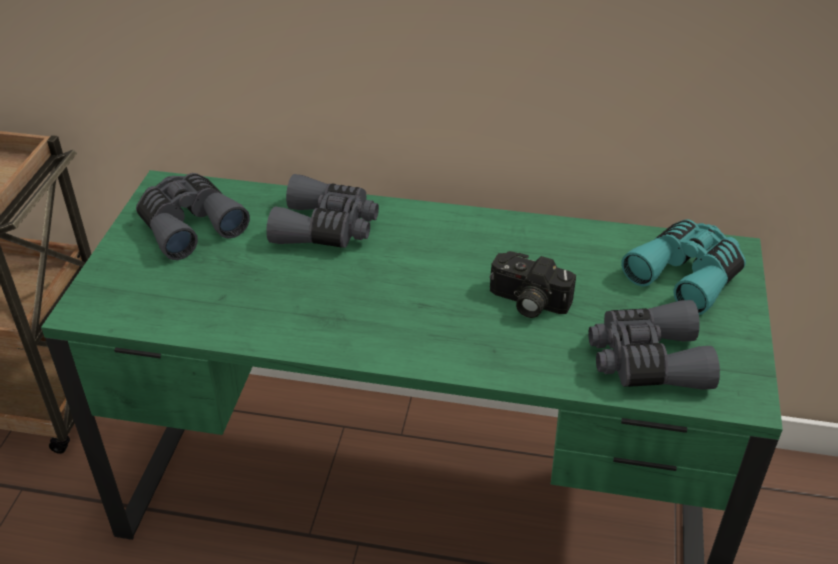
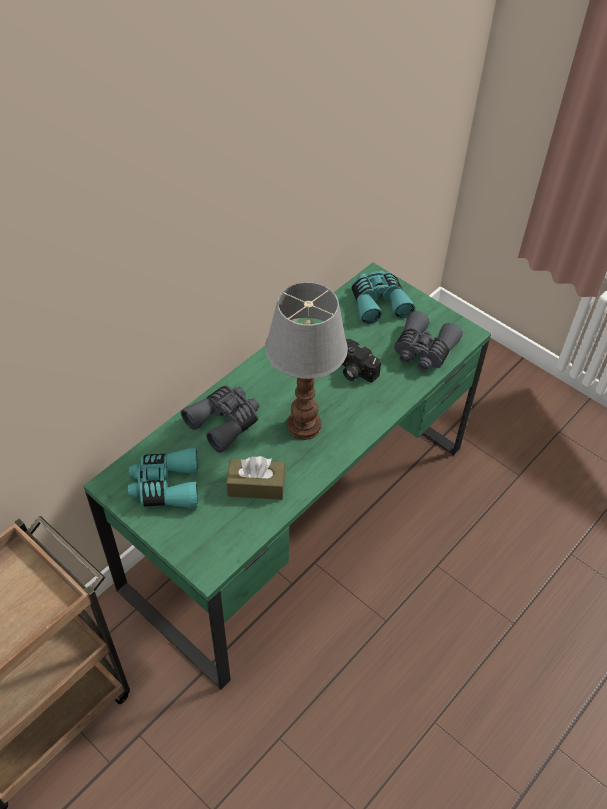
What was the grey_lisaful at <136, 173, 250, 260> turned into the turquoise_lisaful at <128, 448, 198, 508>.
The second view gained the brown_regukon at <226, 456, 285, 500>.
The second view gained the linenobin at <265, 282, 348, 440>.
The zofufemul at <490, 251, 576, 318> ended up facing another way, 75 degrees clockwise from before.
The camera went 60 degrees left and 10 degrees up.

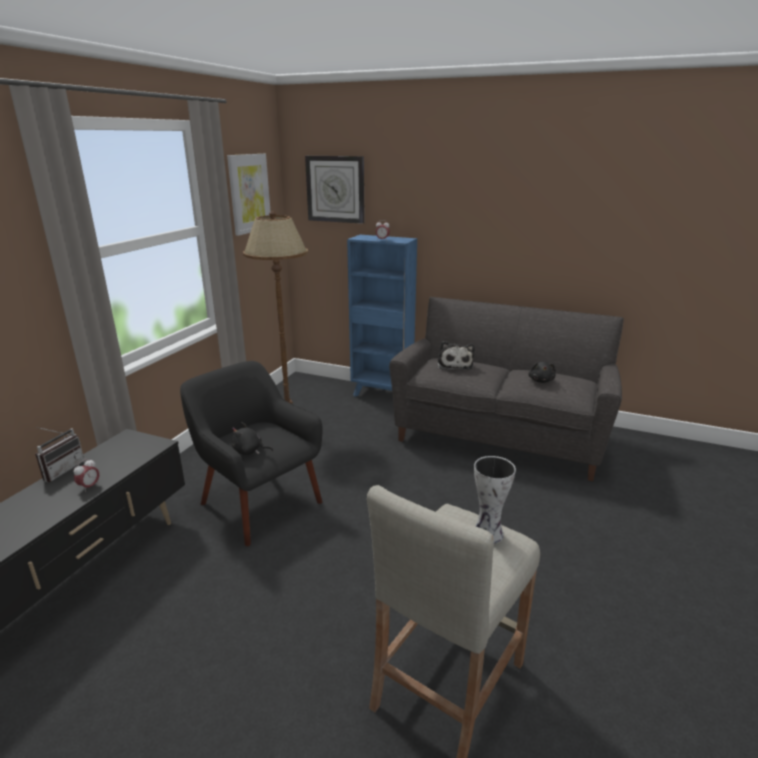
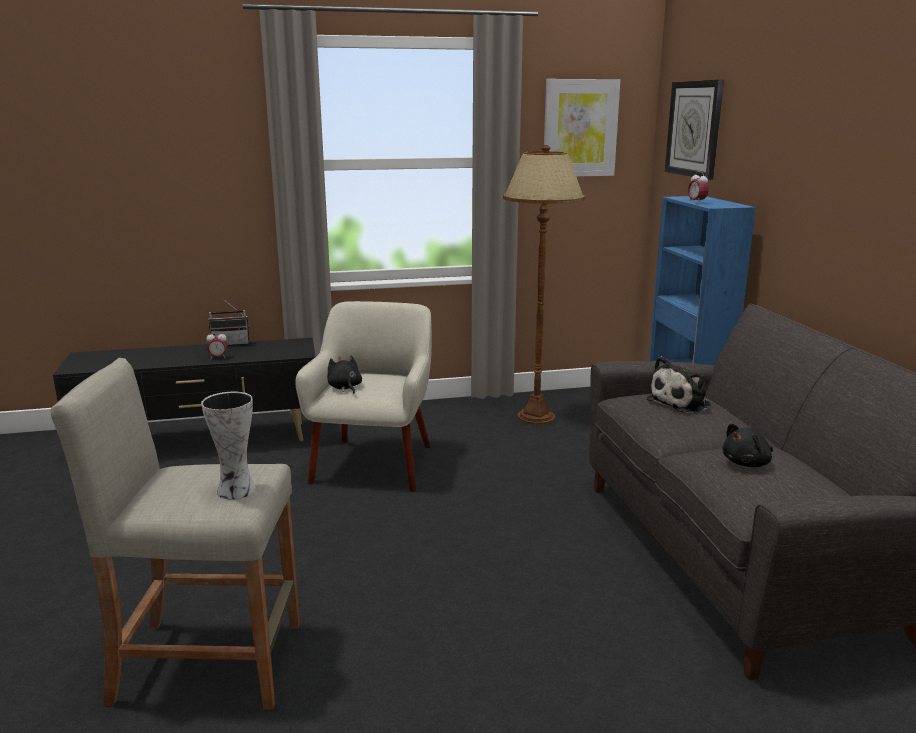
What was the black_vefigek at <180, 361, 323, 546> turned into the beige_vefigek at <295, 301, 432, 492>.
The camera went 55 degrees right and 5 degrees down.

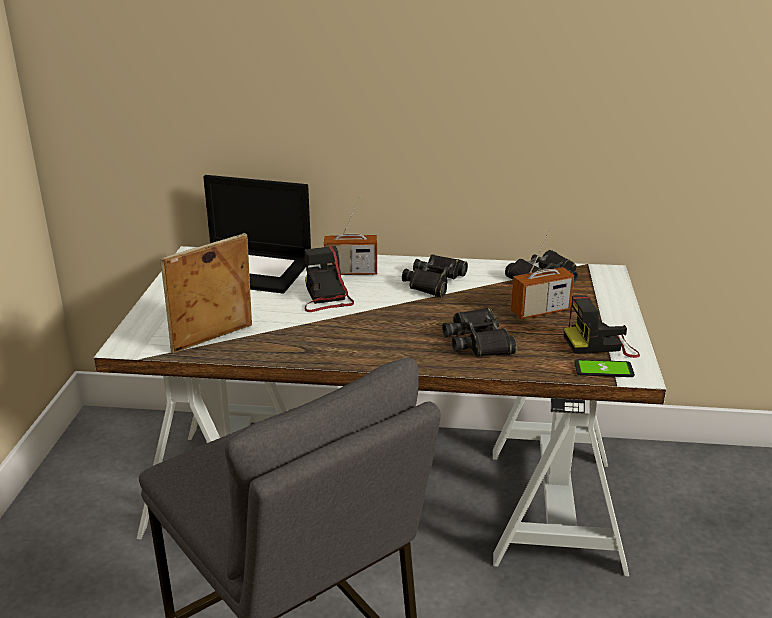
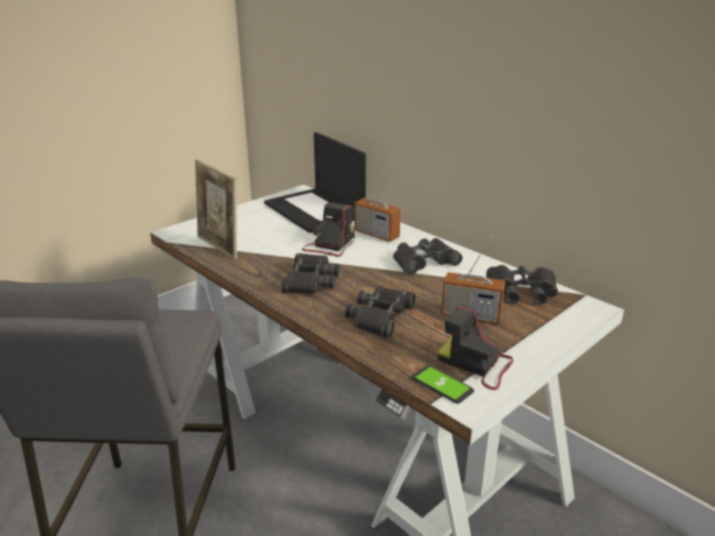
The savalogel at <160, 233, 252, 353> ended up facing another way, 135 degrees counterclockwise from before.
The second view gained the black_lisaful at <281, 253, 340, 293>.
The camera went 40 degrees right and 0 degrees up.

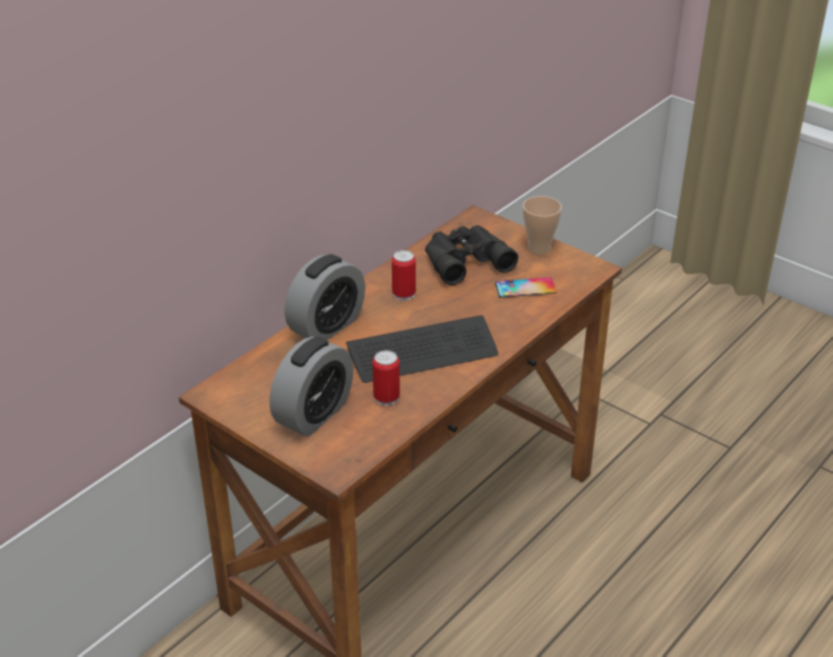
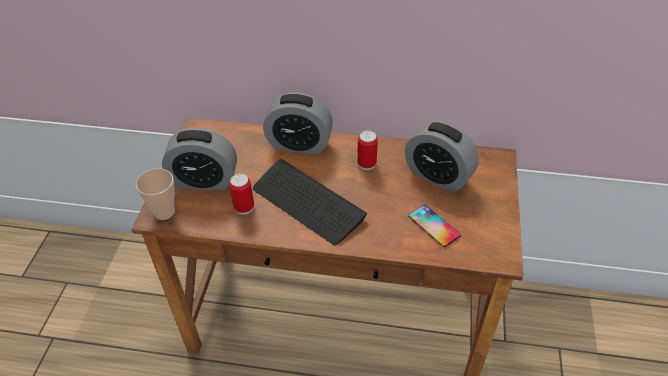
The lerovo ended up elsewhere, having gone from <523, 196, 562, 254> to <136, 168, 175, 220>.
Where the black_lisaful stood at <425, 225, 518, 285>, the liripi came to stand at <405, 121, 479, 192>.
The camera went 60 degrees right and 10 degrees up.

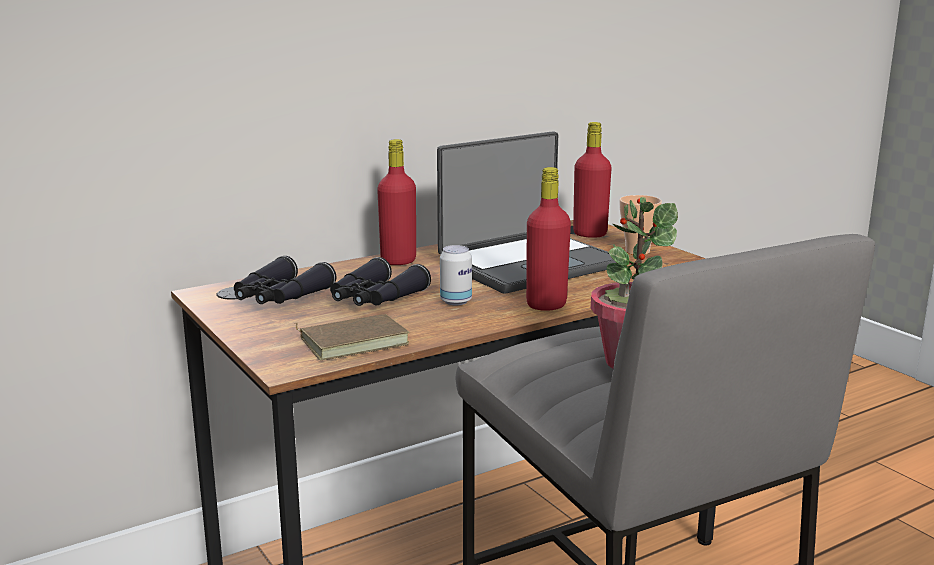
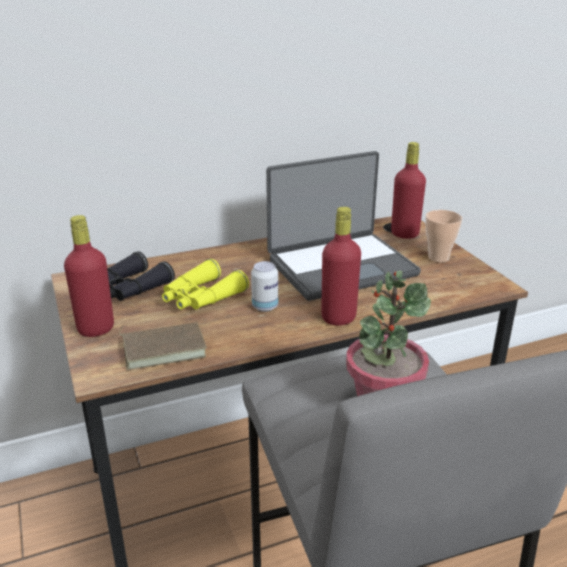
The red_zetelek ended up elsewhere, having gone from <377, 139, 416, 265> to <64, 215, 114, 337>.
What was the black_lisaful at <330, 257, 431, 306> turned into the yellow_lisaful at <162, 259, 249, 310>.
The camera went 10 degrees right and 10 degrees up.

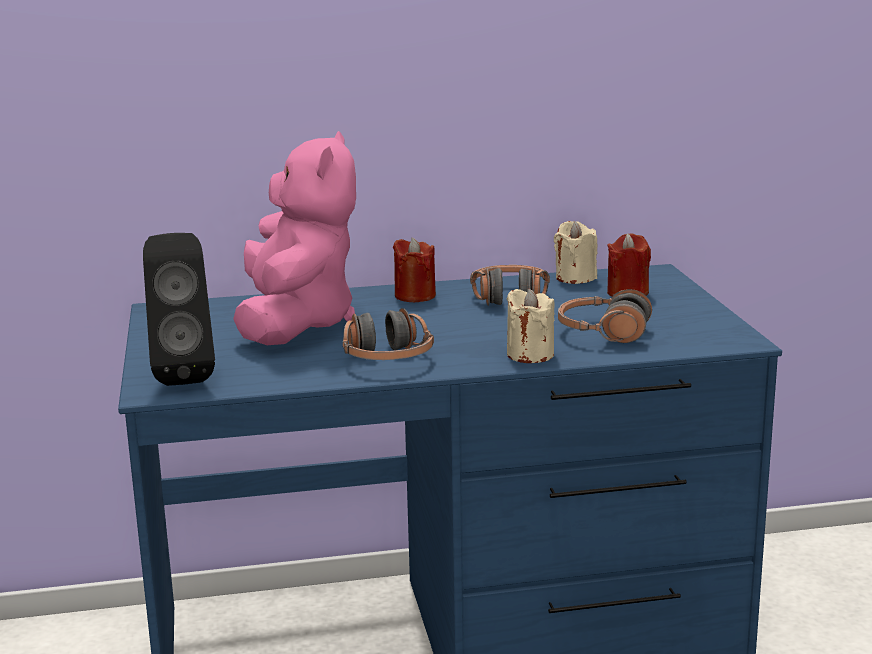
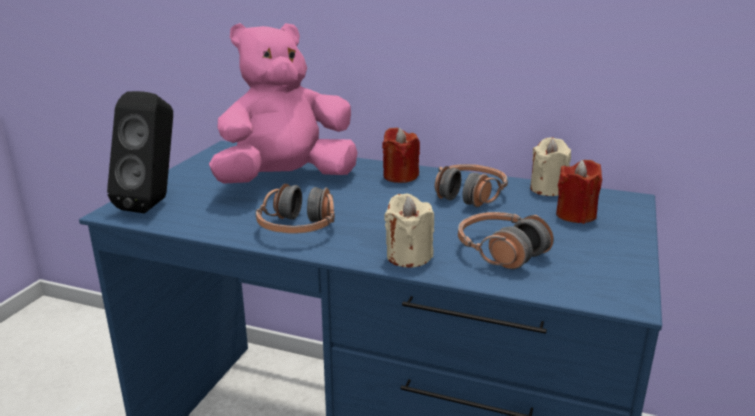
The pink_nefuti at <233, 131, 356, 345> ended up facing another way, 150 degrees counterclockwise from before.
The camera went 30 degrees right and 5 degrees up.

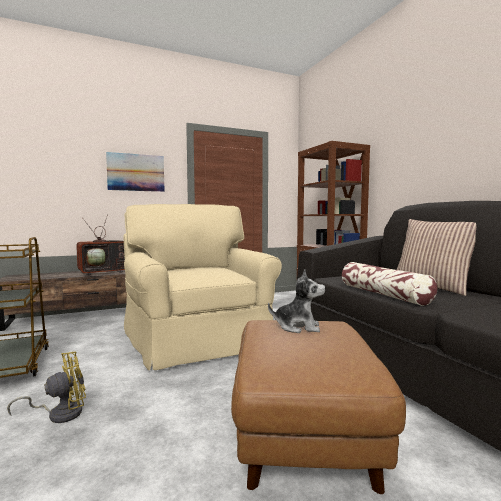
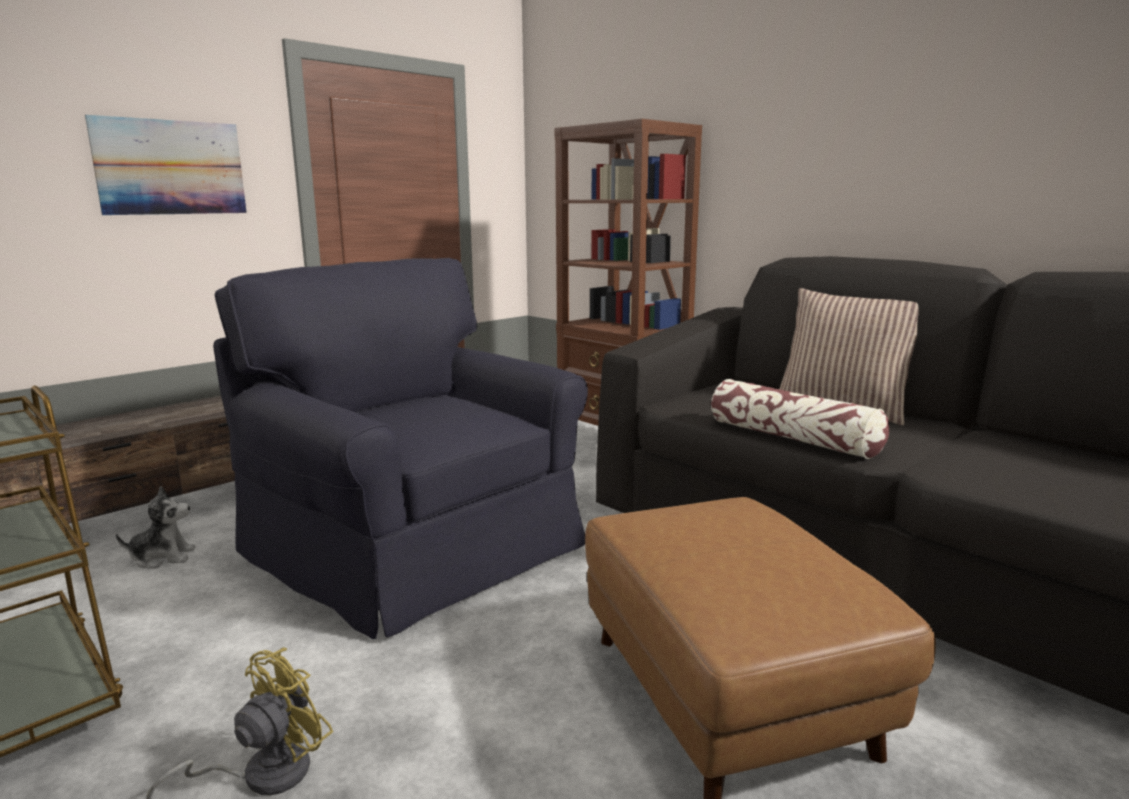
The nefuti ended up elsewhere, having gone from <268, 269, 325, 333> to <116, 486, 196, 569>.
What was the beige_vefigek at <123, 204, 282, 370> turned into the black_vefigek at <213, 258, 588, 639>.
The second view lost the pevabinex at <76, 217, 125, 275>.
The camera went 20 degrees left and 10 degrees up.

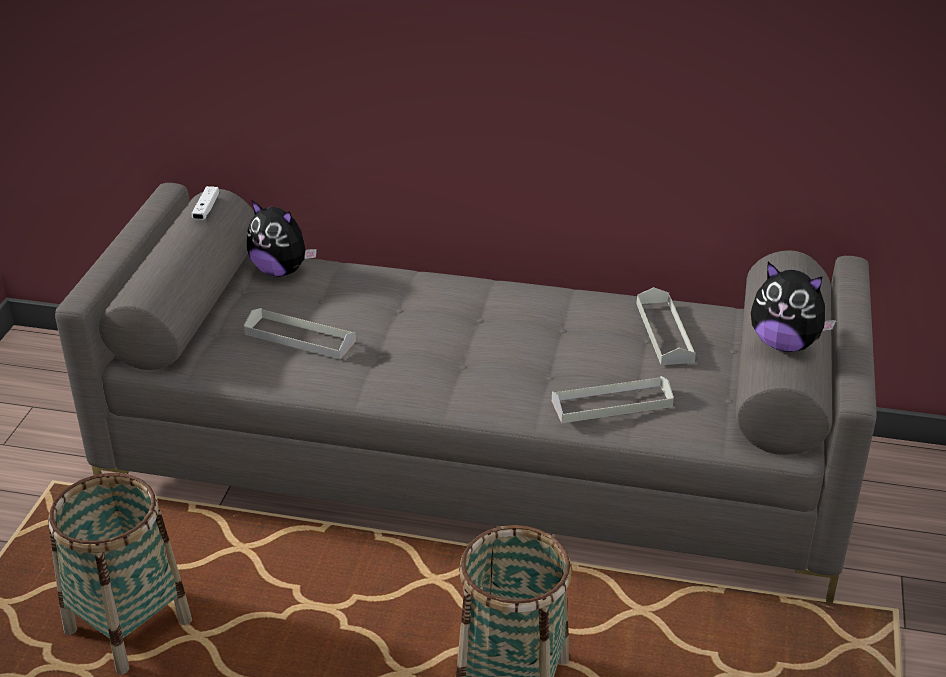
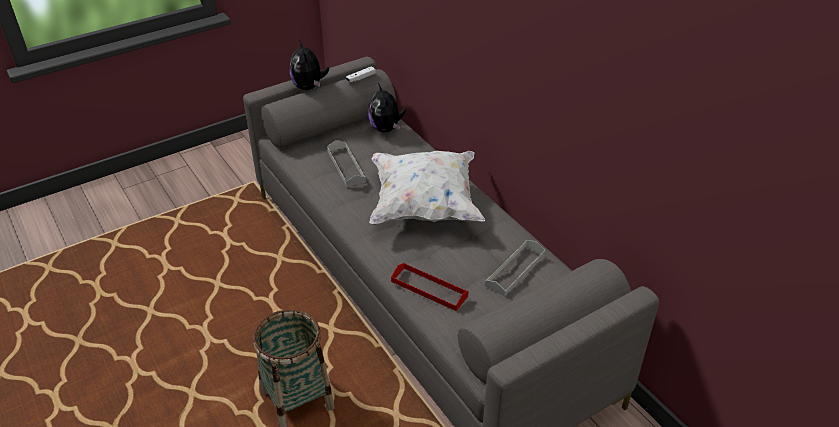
The nefuti ended up elsewhere, having gone from <751, 262, 836, 352> to <290, 40, 329, 90>.
The second view gained the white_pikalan at <369, 151, 485, 225>.
What was the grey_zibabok at <552, 376, 674, 423> turned into the red_zibabok at <391, 263, 468, 311>.
The second view lost the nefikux at <48, 473, 192, 674>.
The camera went 45 degrees right and 5 degrees up.

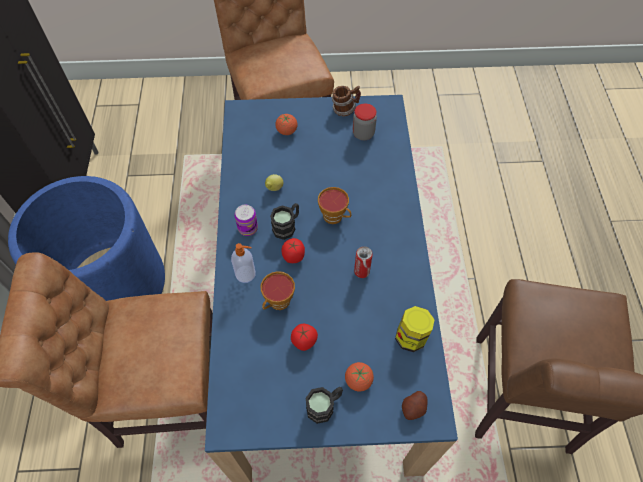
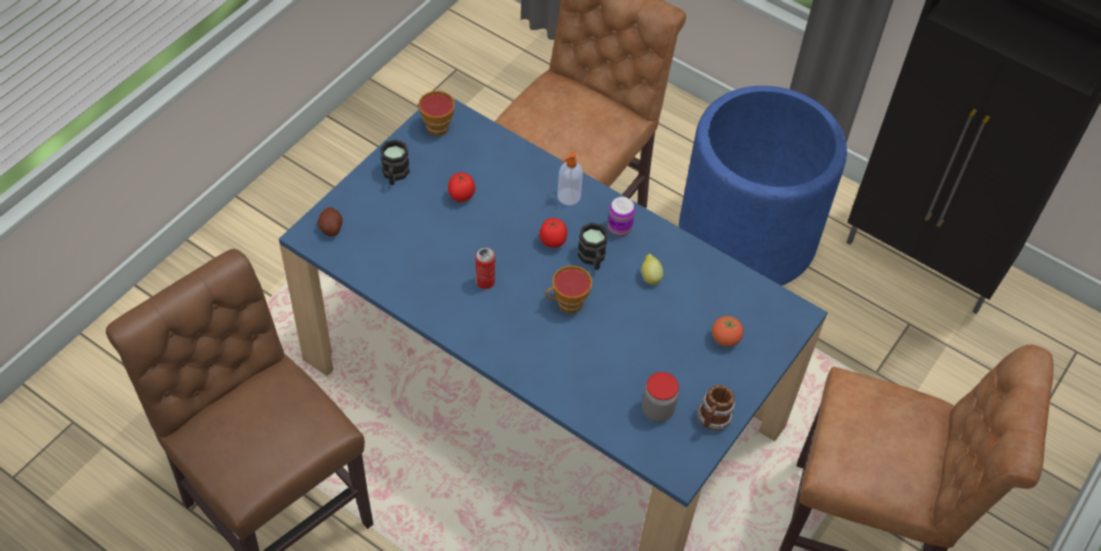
The lerovo ended up elsewhere, having gone from <261, 271, 295, 310> to <418, 91, 455, 136>.
The second view lost the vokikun at <345, 362, 374, 391>.
The second view lost the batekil at <395, 306, 435, 352>.
The camera went 125 degrees right and 5 degrees down.

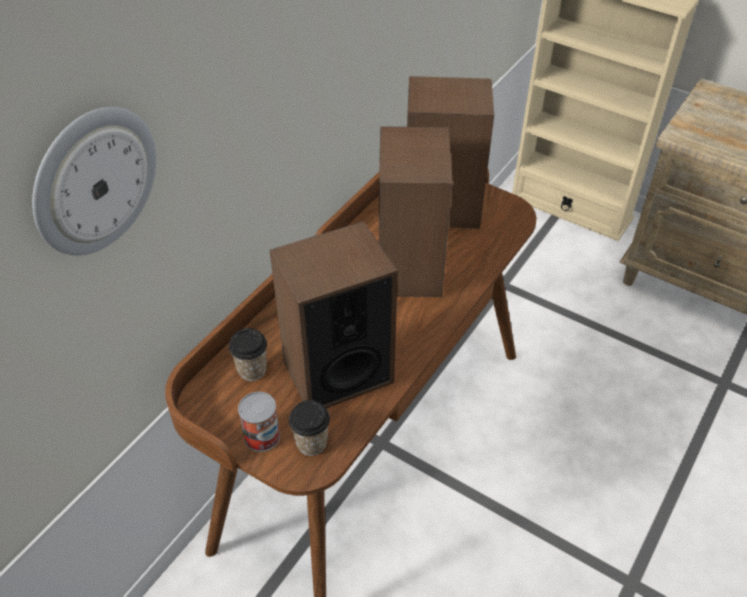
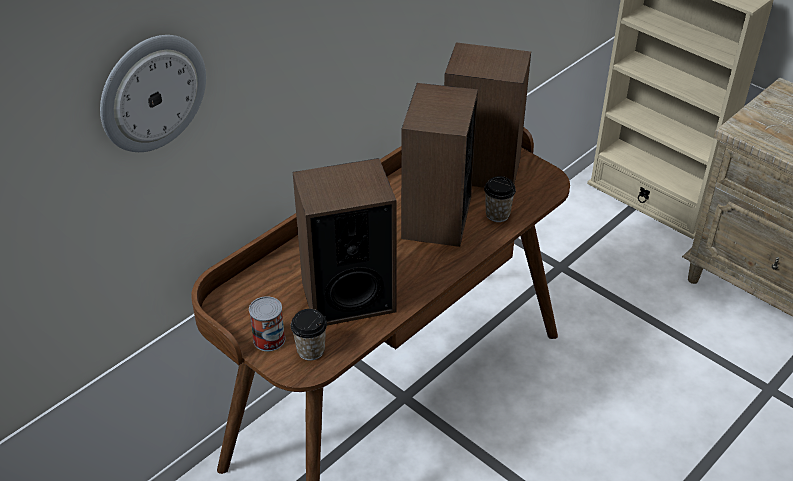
The lerovo ended up elsewhere, having gone from <229, 328, 267, 381> to <484, 176, 516, 222>.
The camera went 10 degrees right and 5 degrees down.

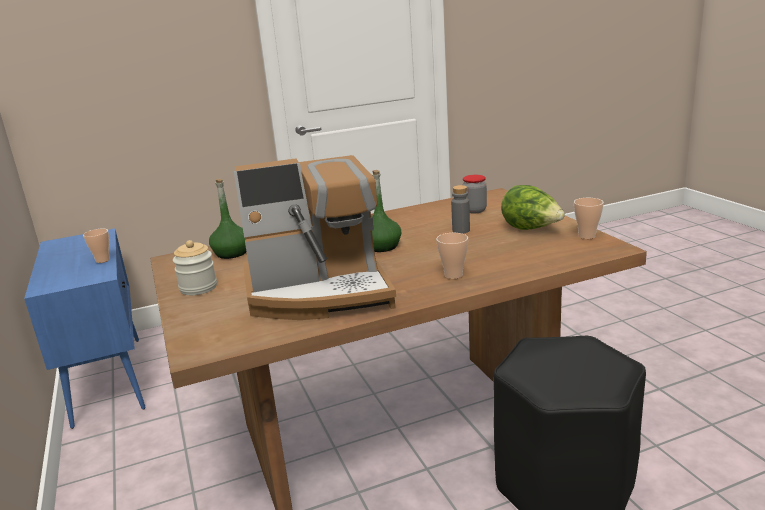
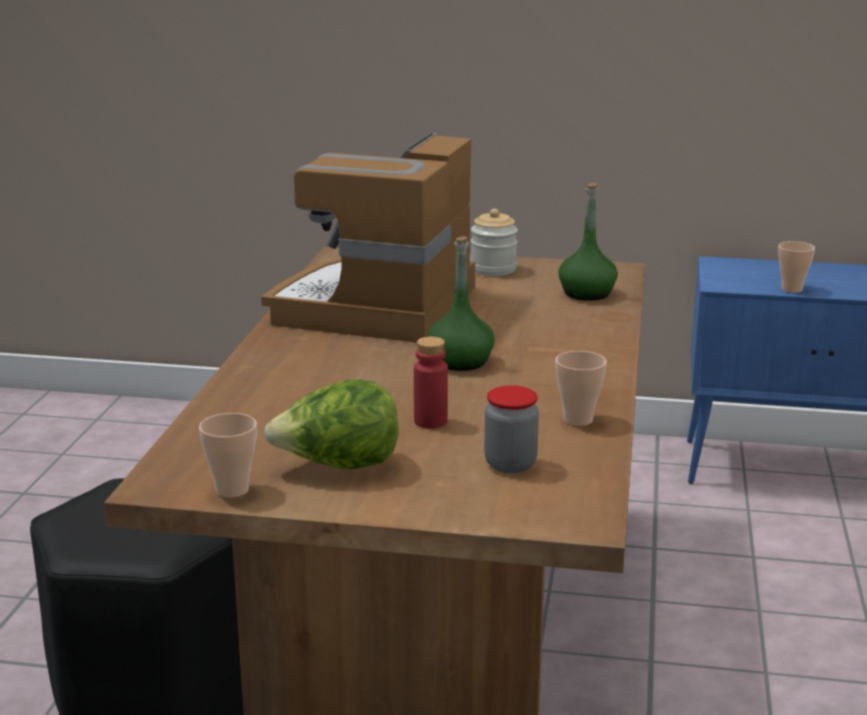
What was the grey_zetelek at <451, 185, 470, 234> turned into the red_zetelek at <414, 337, 448, 428>.
The lerovo ended up elsewhere, having gone from <436, 233, 468, 279> to <555, 351, 607, 426>.
The camera went 120 degrees right and 0 degrees up.

